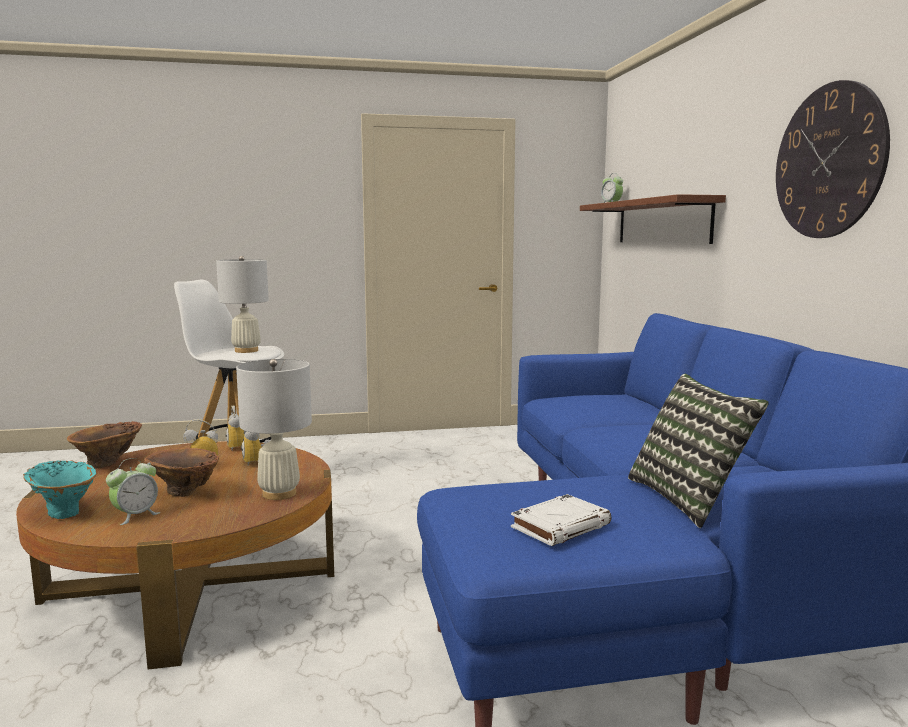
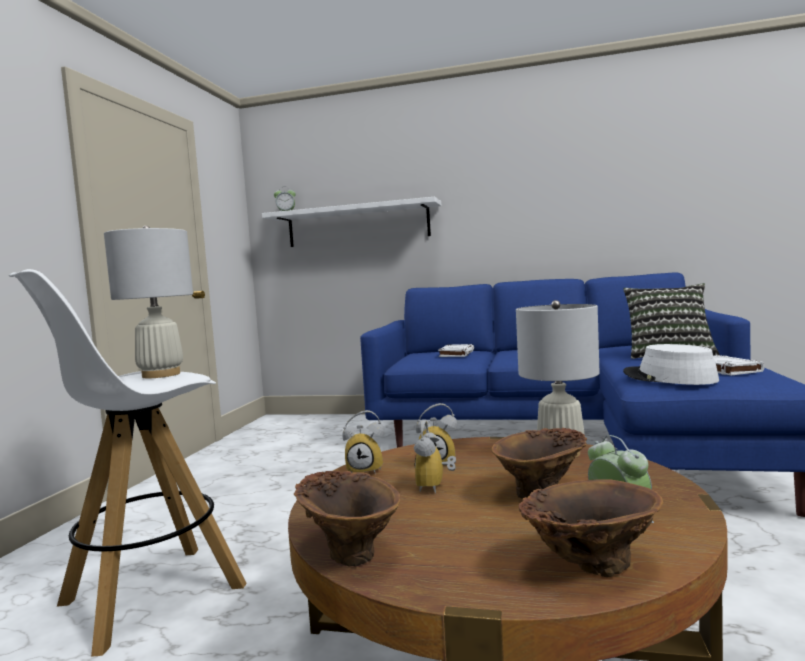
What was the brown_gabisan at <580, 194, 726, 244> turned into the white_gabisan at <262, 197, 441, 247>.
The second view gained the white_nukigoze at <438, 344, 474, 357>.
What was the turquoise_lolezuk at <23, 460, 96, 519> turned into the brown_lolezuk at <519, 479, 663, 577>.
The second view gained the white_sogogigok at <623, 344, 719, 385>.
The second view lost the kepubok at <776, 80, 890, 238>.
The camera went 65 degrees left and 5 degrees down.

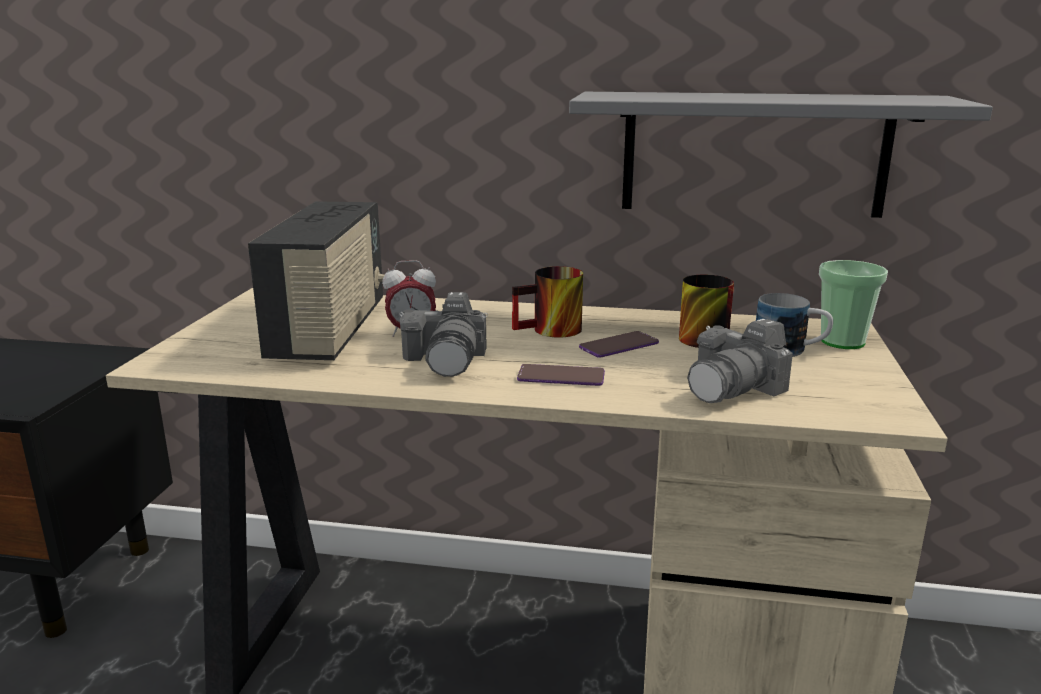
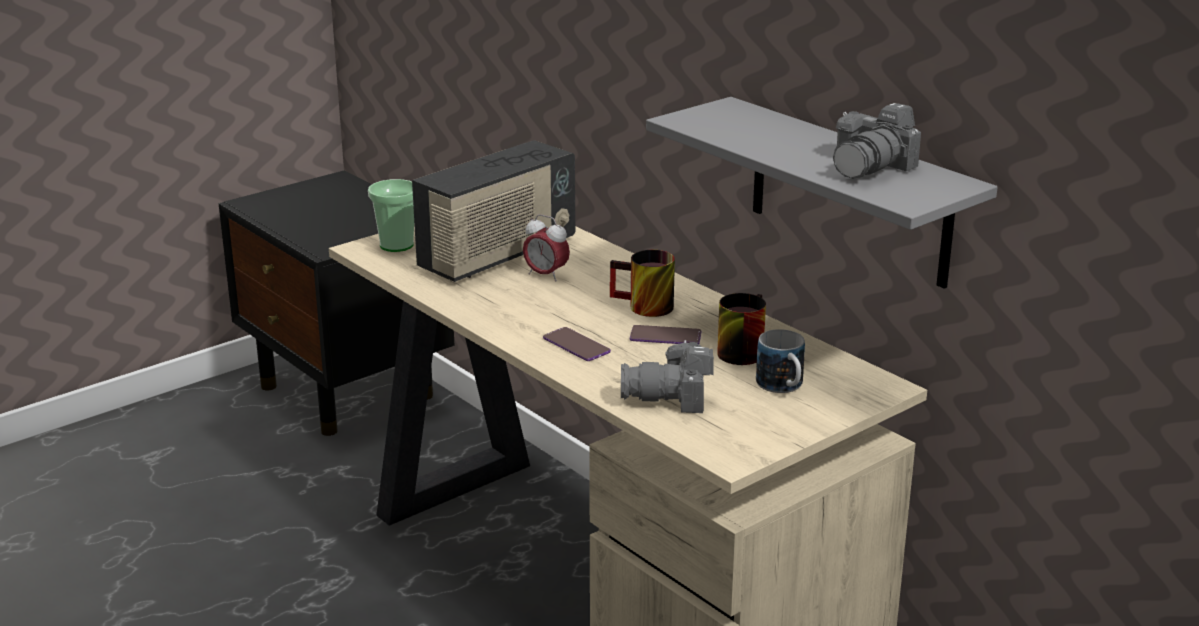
The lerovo ended up elsewhere, having gone from <819, 260, 888, 349> to <368, 179, 414, 252>.
The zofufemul ended up elsewhere, having gone from <400, 292, 488, 377> to <833, 103, 921, 179>.
The camera went 40 degrees right and 5 degrees up.

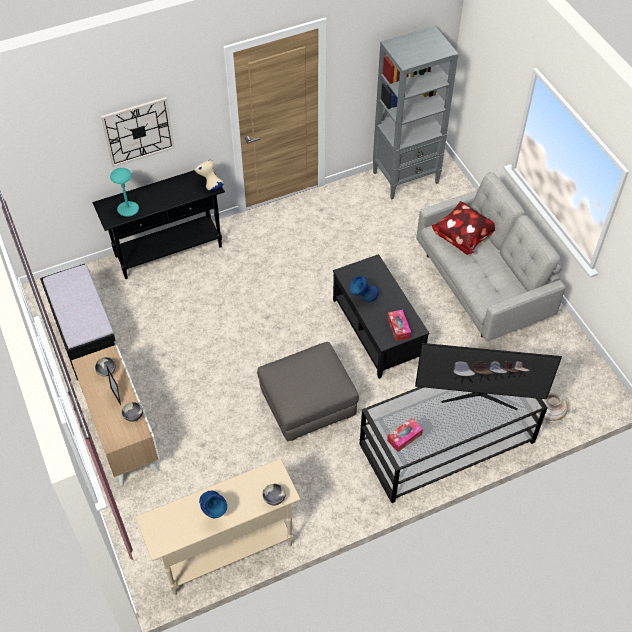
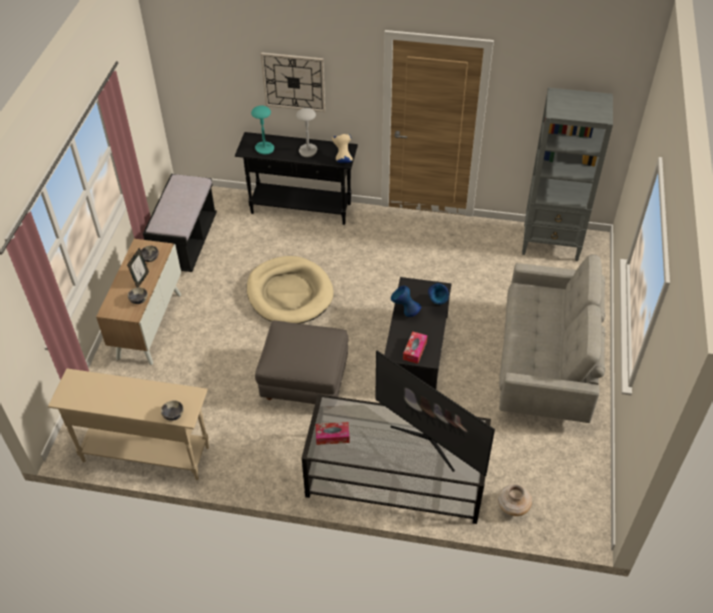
The second view gained the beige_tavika at <247, 256, 334, 324>.
The second view gained the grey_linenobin at <296, 108, 317, 157>.
The blue_lolezuk ended up elsewhere, having gone from <199, 491, 227, 518> to <428, 283, 449, 305>.
The second view lost the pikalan at <431, 201, 495, 255>.
The camera went 35 degrees right and 5 degrees down.

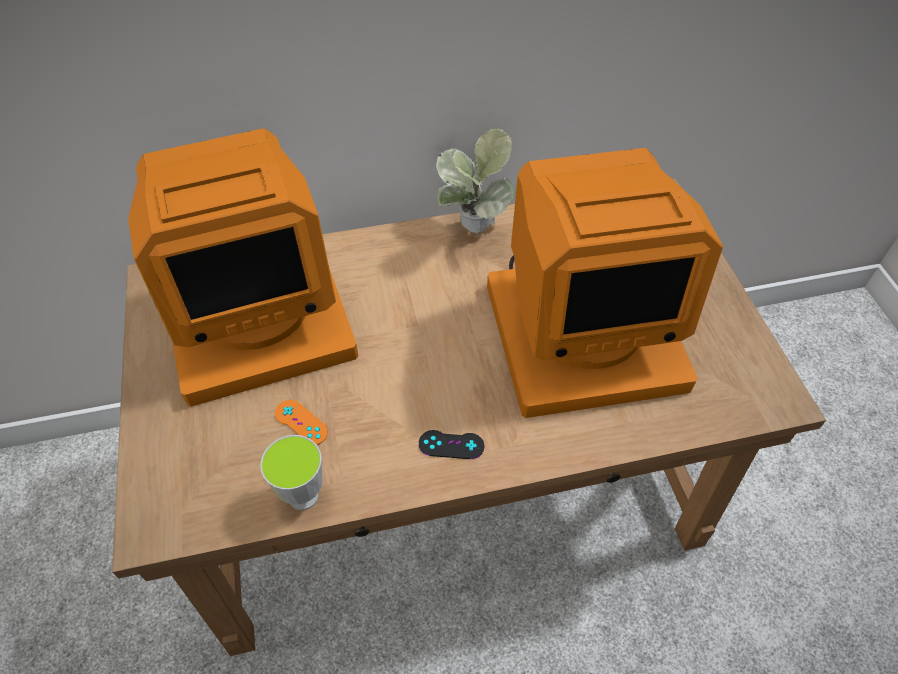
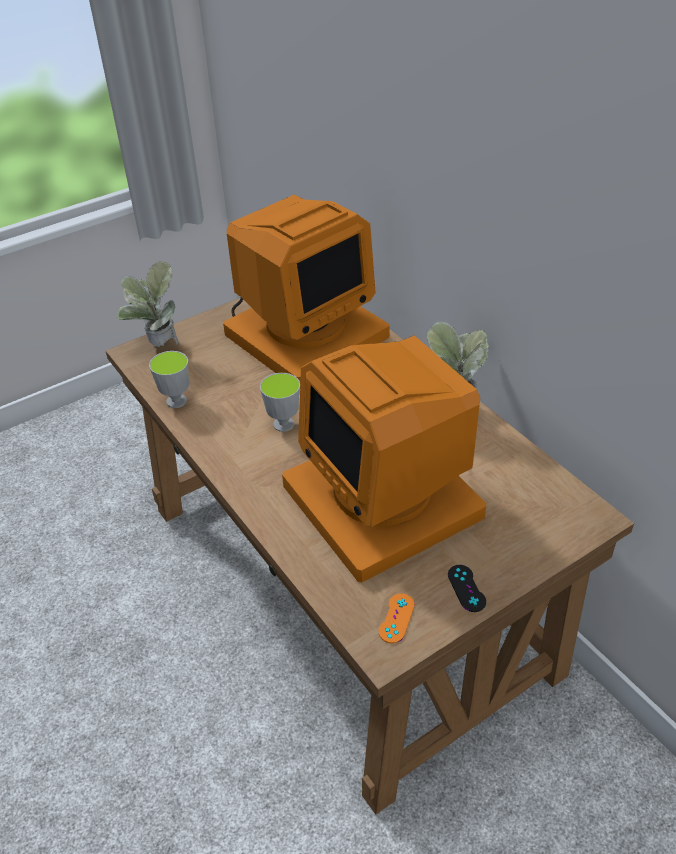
The second view gained the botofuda at <117, 261, 178, 347>.
The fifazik at <128, 128, 358, 407> ended up facing another way, 90 degrees counterclockwise from before.
The second view gained the lerovo at <260, 373, 300, 432>.
The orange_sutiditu ended up elsewhere, having gone from <275, 400, 328, 445> to <379, 593, 415, 643>.
The black_sutiditu ended up elsewhere, having gone from <419, 430, 484, 459> to <448, 565, 486, 612>.
The camera went 70 degrees right and 10 degrees down.

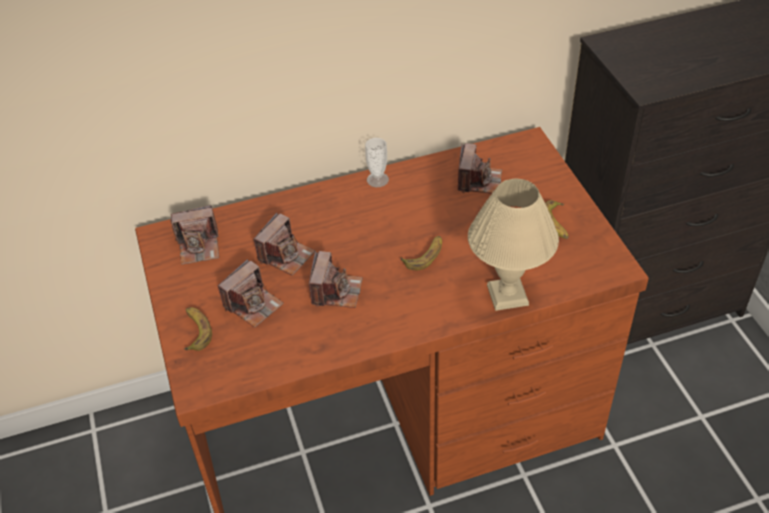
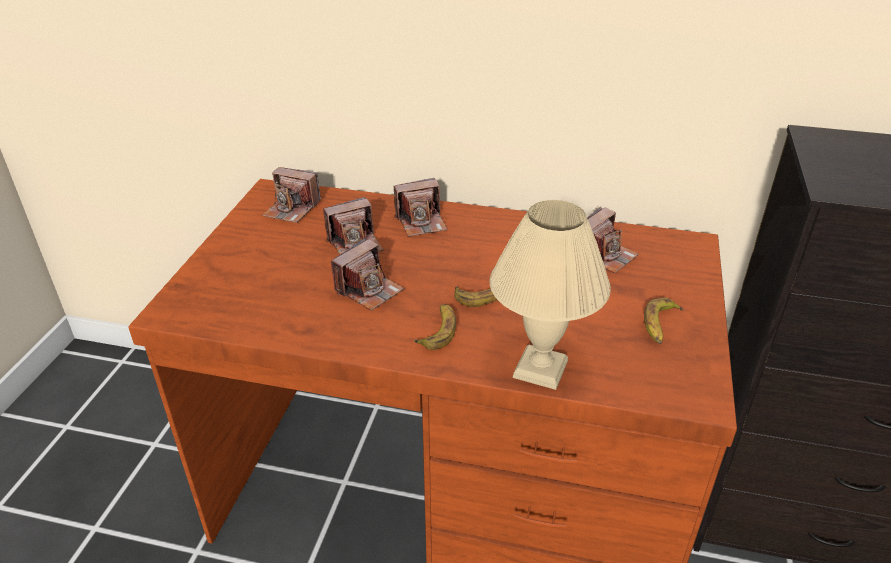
The zofufemul ended up elsewhere, having gone from <218, 259, 284, 328> to <394, 178, 447, 236>.
The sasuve ended up elsewhere, having gone from <184, 307, 212, 351> to <414, 304, 456, 350>.
The second view lost the lerovo at <365, 138, 389, 187>.
The camera went 30 degrees right and 10 degrees down.

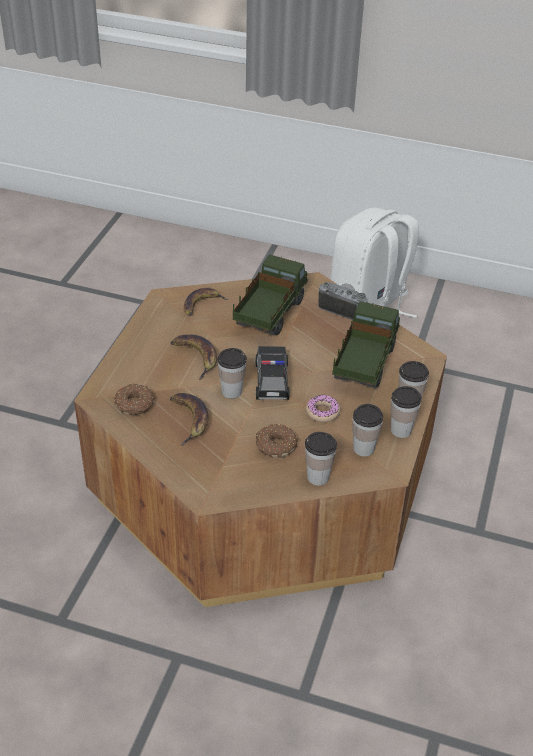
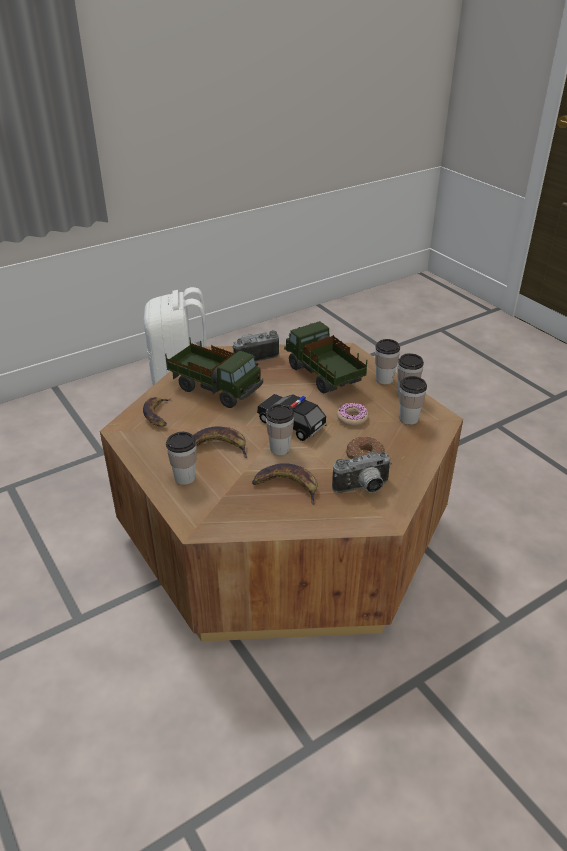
The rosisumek at <232, 255, 308, 335> ended up facing another way, 150 degrees clockwise from before.
The lerovo ended up elsewhere, having gone from <305, 432, 337, 486> to <166, 432, 197, 485>.
The second view gained the zofufemul at <332, 452, 392, 493>.
The second view lost the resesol at <114, 383, 155, 415>.
The camera went 50 degrees left and 5 degrees down.

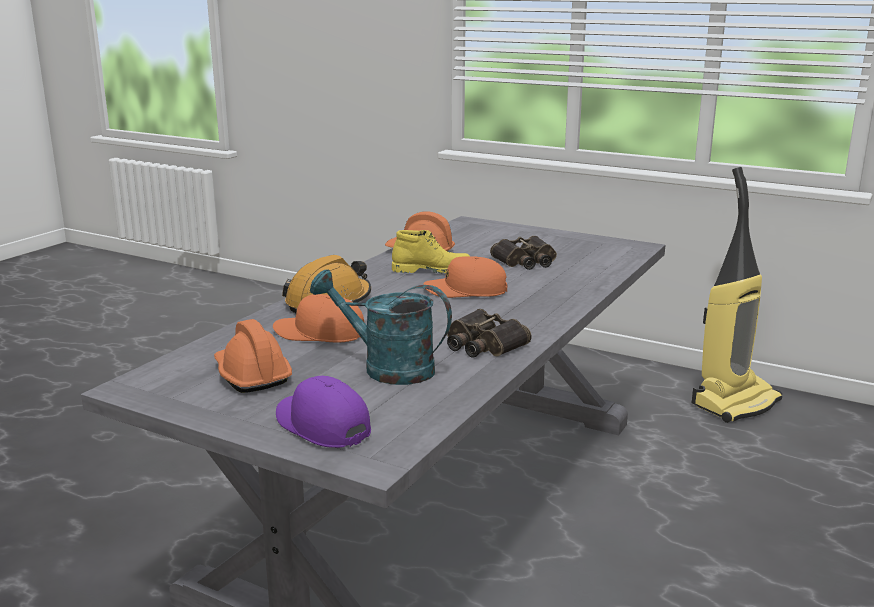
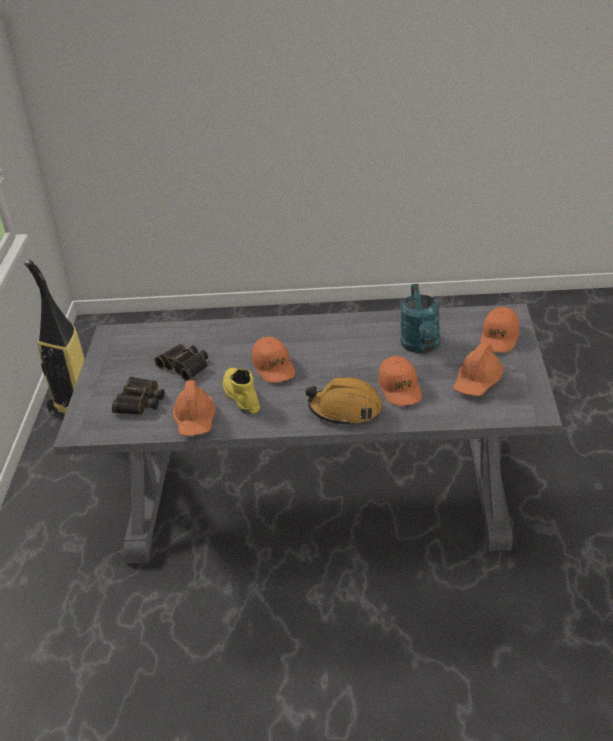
The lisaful ended up elsewhere, having gone from <447, 309, 531, 358> to <112, 377, 165, 415>.
What was the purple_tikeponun at <276, 376, 371, 448> turned into the orange_tikeponun at <480, 307, 520, 352>.
The camera went 115 degrees left and 15 degrees up.

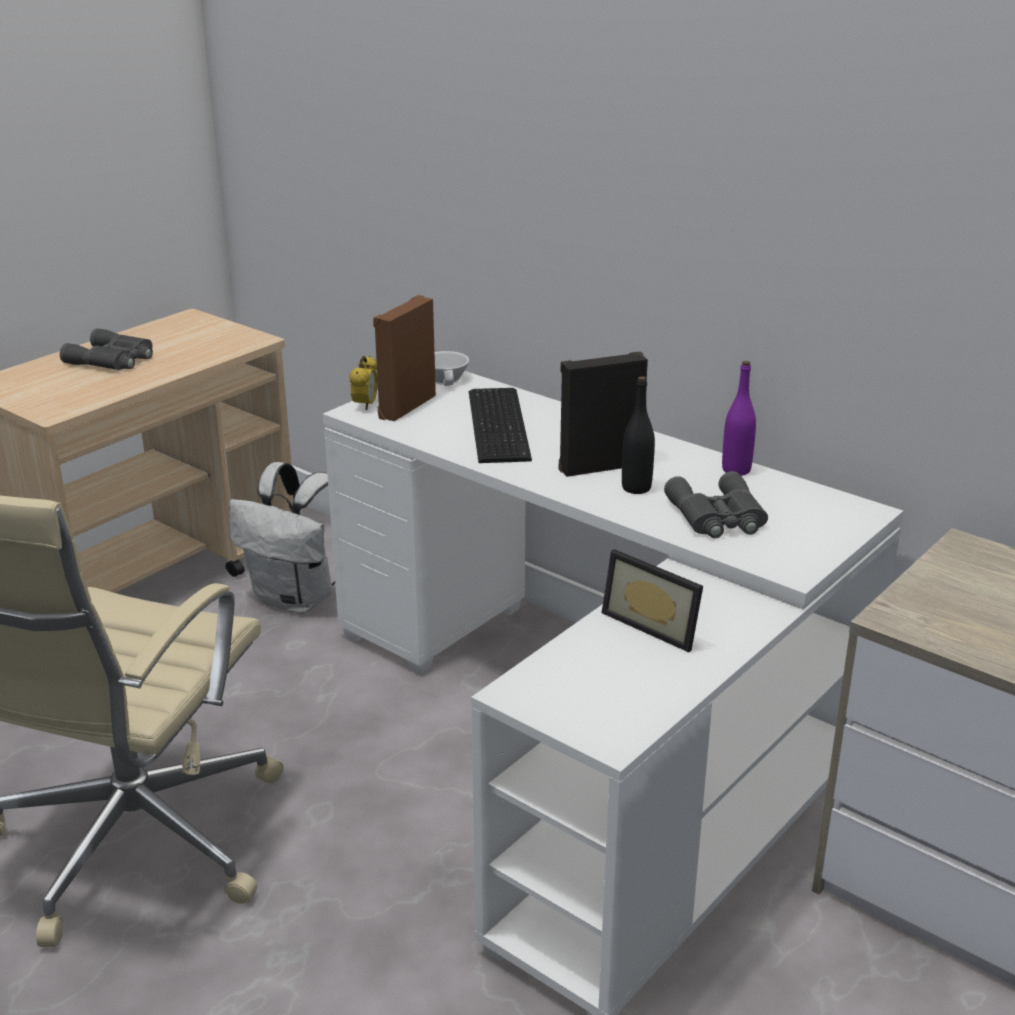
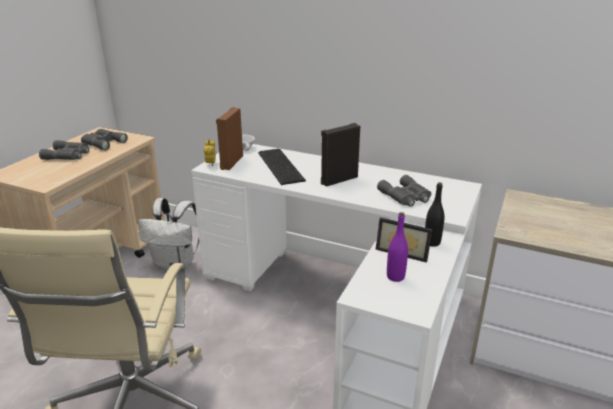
The second view gained the grey_lisaful at <81, 129, 128, 151>.
The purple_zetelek ended up elsewhere, having gone from <722, 361, 756, 476> to <387, 212, 408, 282>.
The black_zetelek ended up elsewhere, having gone from <622, 376, 655, 494> to <425, 182, 445, 247>.
The camera went 15 degrees left and 0 degrees up.

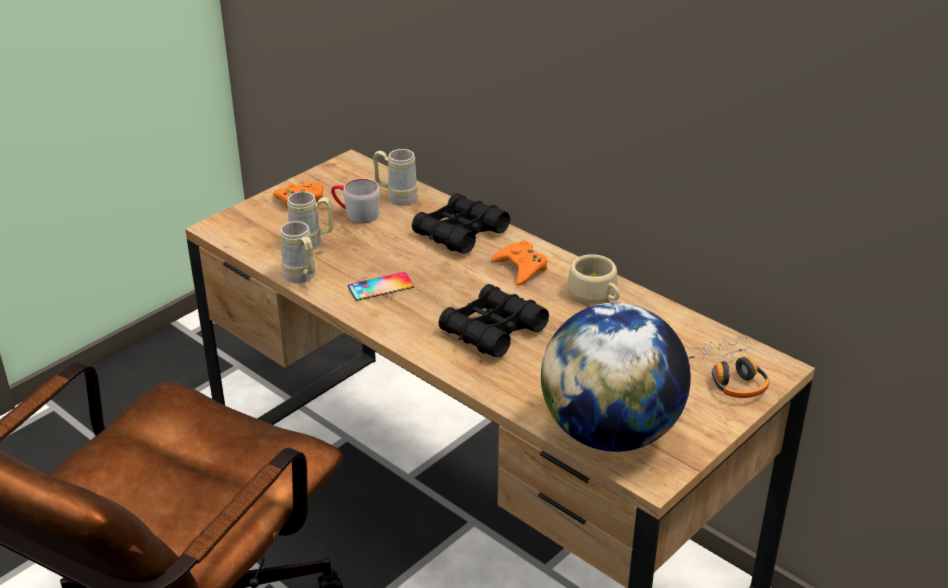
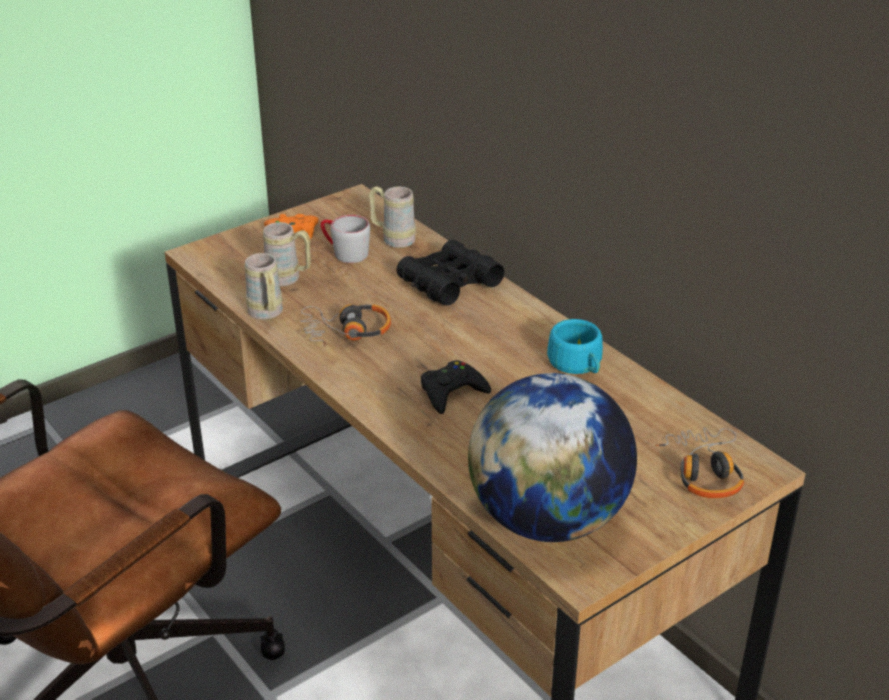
Where the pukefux stood at <348, 272, 414, 301>, the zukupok came to stand at <300, 304, 391, 347>.
Where the black_lisaful stood at <438, 284, 549, 358>, the black_sutiditu came to stand at <421, 360, 491, 414>.
What was the beige_lerovo at <568, 254, 620, 303> turned into the turquoise_lerovo at <547, 319, 603, 374>.
The second view lost the orange_sutiditu at <491, 240, 547, 286>.
The camera went 10 degrees right and 0 degrees up.

